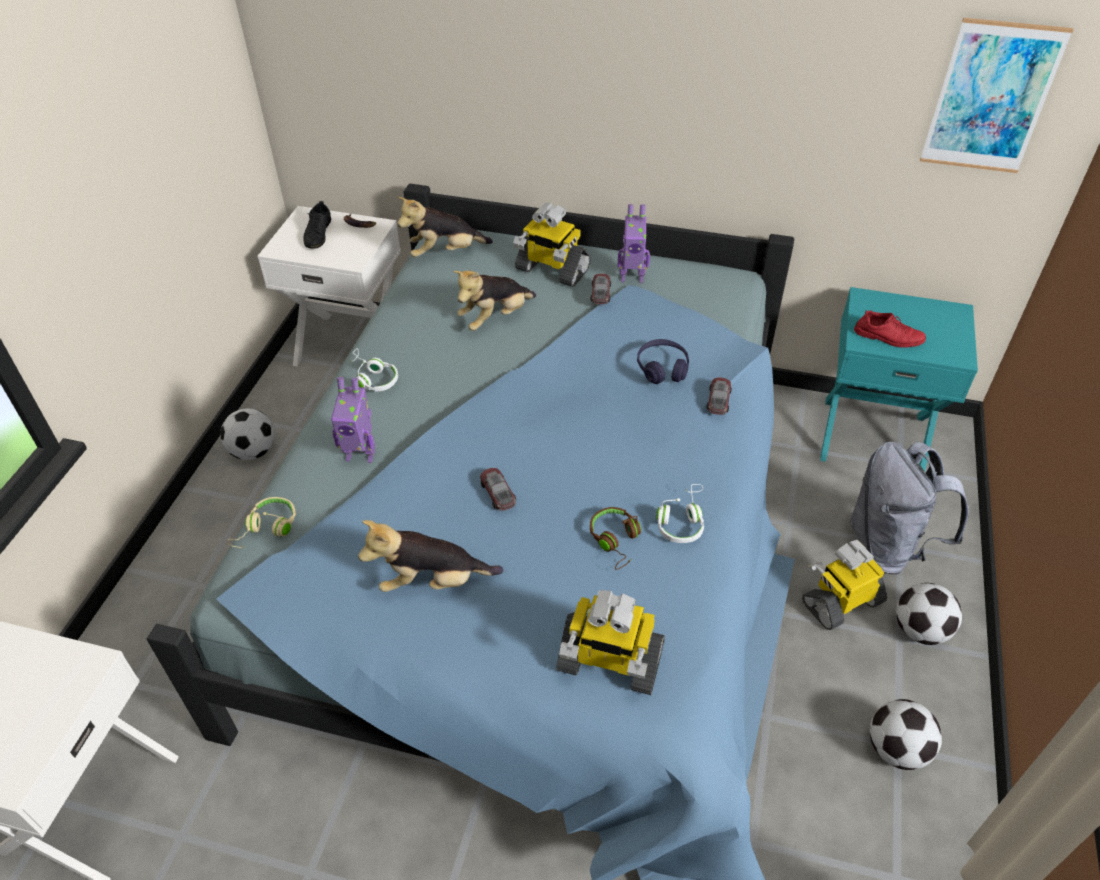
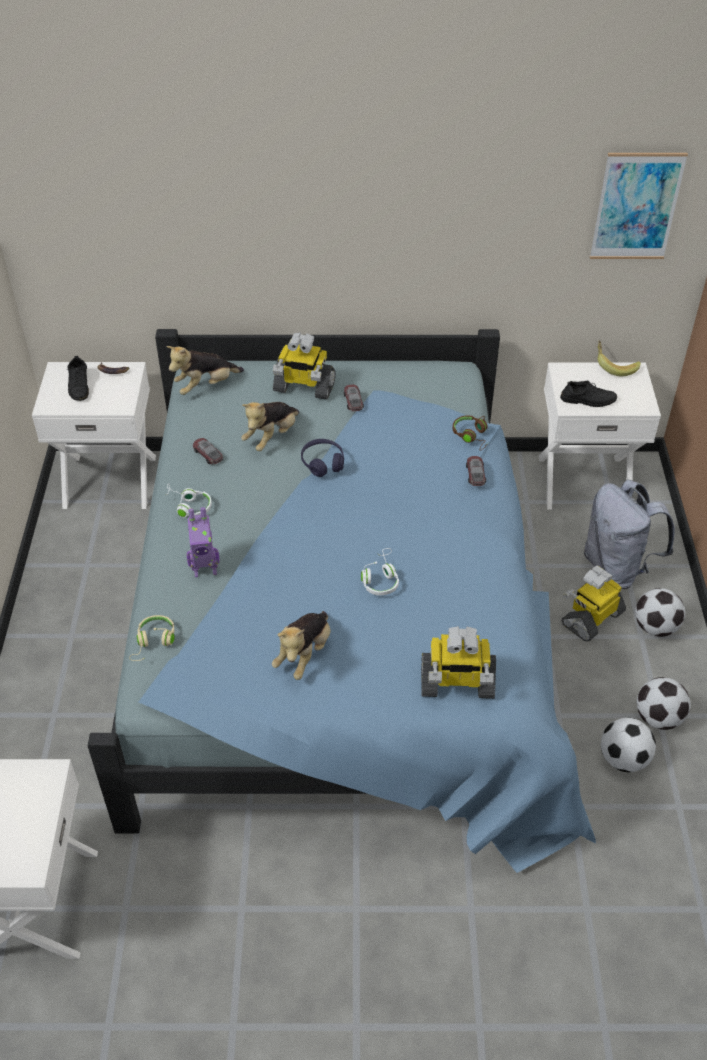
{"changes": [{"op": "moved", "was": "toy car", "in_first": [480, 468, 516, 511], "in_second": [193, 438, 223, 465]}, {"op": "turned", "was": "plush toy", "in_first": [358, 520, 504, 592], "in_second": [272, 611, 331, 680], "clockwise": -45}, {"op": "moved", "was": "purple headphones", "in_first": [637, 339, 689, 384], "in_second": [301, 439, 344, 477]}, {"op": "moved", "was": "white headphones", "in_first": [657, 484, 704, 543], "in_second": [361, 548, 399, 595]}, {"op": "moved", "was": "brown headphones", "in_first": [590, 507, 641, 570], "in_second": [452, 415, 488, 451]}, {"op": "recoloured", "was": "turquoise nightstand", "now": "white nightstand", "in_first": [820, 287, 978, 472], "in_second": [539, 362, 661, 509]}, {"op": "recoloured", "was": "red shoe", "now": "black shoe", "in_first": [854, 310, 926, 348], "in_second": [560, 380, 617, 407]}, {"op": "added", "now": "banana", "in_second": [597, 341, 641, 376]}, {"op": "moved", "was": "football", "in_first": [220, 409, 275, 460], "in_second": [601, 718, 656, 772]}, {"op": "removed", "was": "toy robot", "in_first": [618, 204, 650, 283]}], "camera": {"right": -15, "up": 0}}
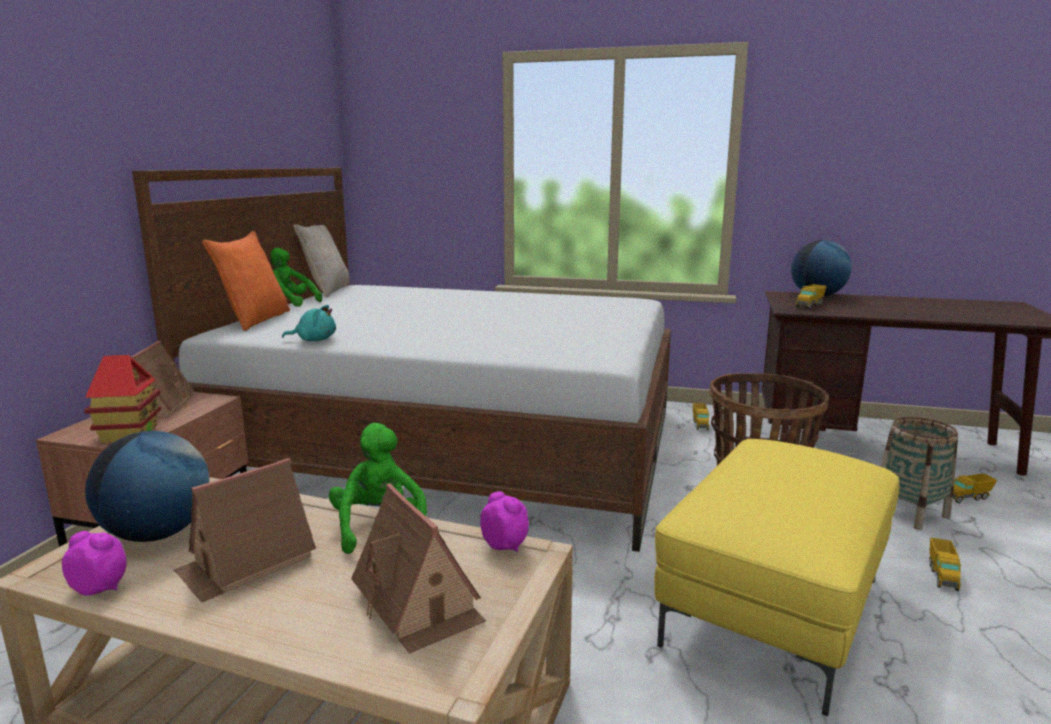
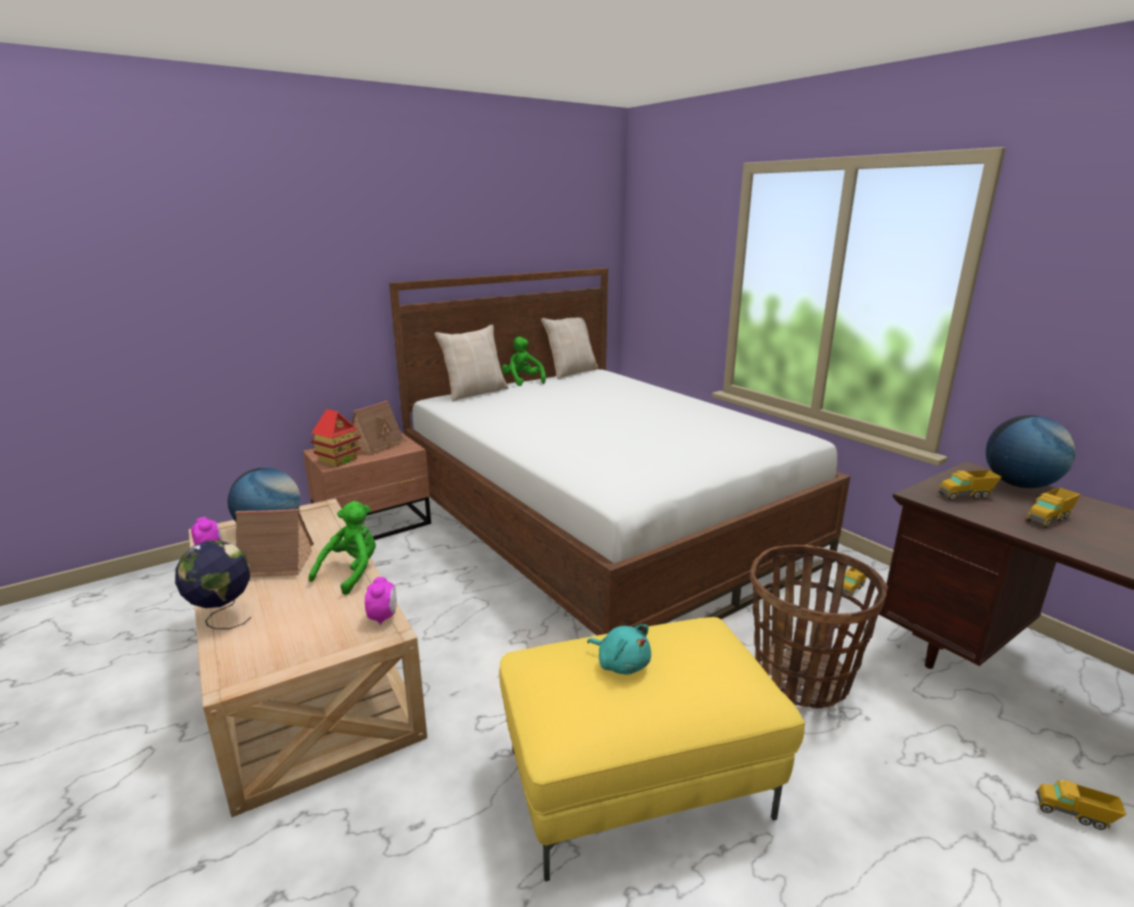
{"changes": [{"op": "added", "now": "globe", "in_second": [175, 540, 252, 629]}, {"op": "recoloured", "was": "orange pillow", "now": "beige pillow", "in_first": [202, 231, 290, 331], "in_second": [435, 324, 509, 402]}, {"op": "moved", "was": "turquoise plush toy", "in_first": [282, 305, 336, 341], "in_second": [587, 624, 651, 675]}, {"op": "moved", "was": "toy truck", "in_first": [929, 538, 961, 591], "in_second": [1026, 488, 1080, 528]}, {"op": "removed", "was": "toy house", "in_first": [351, 483, 486, 654]}, {"op": "removed", "was": "basket", "in_first": [881, 417, 958, 530]}], "camera": {"right": 40, "up": 5}}
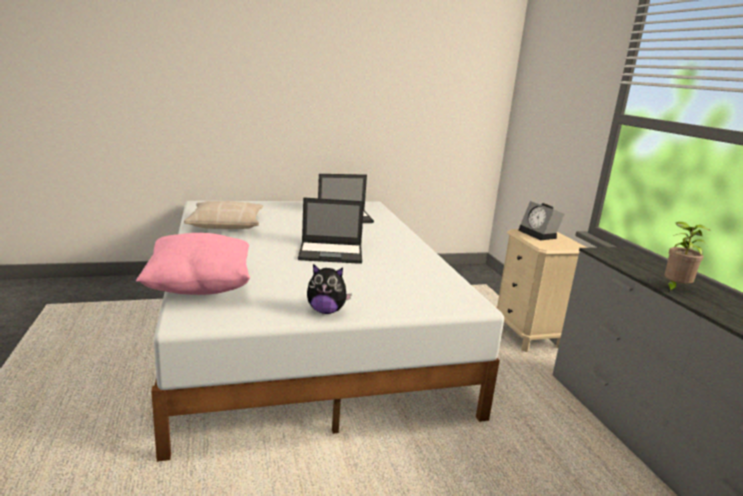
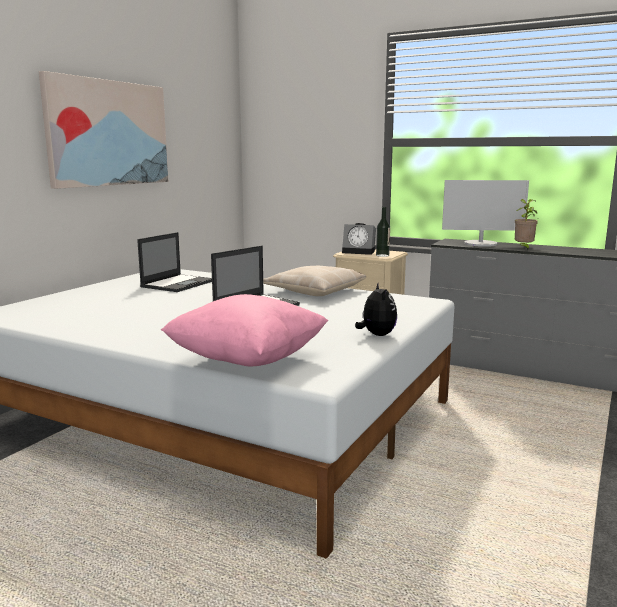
{"changes": [{"op": "added", "now": "picture", "in_second": [39, 71, 169, 189]}, {"op": "moved", "was": "beige pillow", "in_first": [184, 201, 263, 229], "in_second": [263, 266, 366, 296]}, {"op": "turned", "was": "plush toy", "in_first": [307, 264, 352, 314], "in_second": [355, 283, 397, 336], "clockwise": -60}, {"op": "added", "now": "bottle", "in_second": [376, 207, 390, 257]}, {"op": "added", "now": "monitor", "in_second": [442, 180, 529, 247]}], "camera": {"right": -45, "up": -5}}
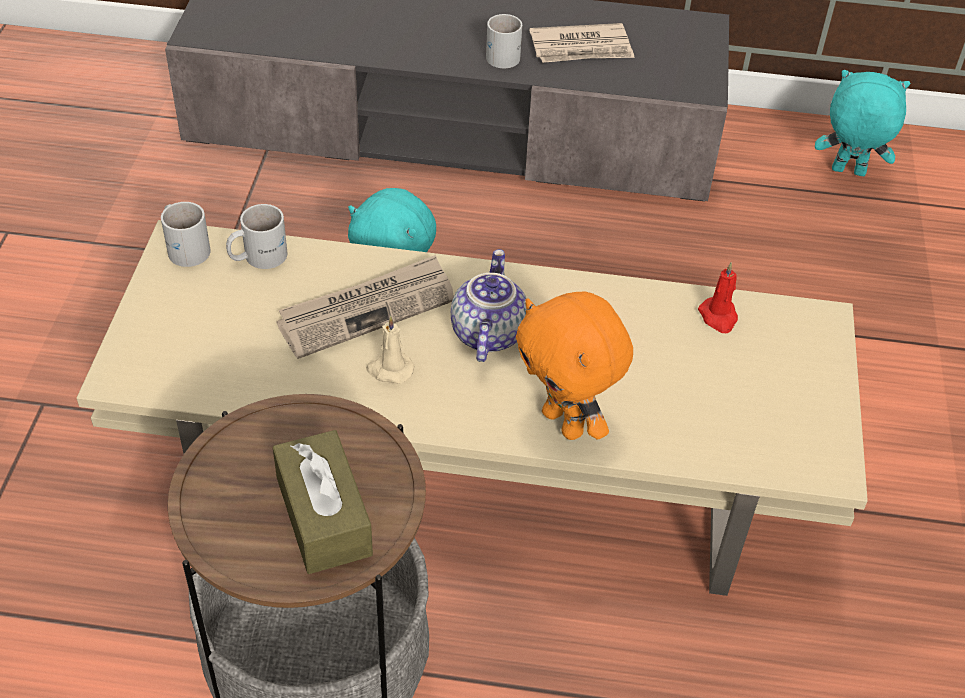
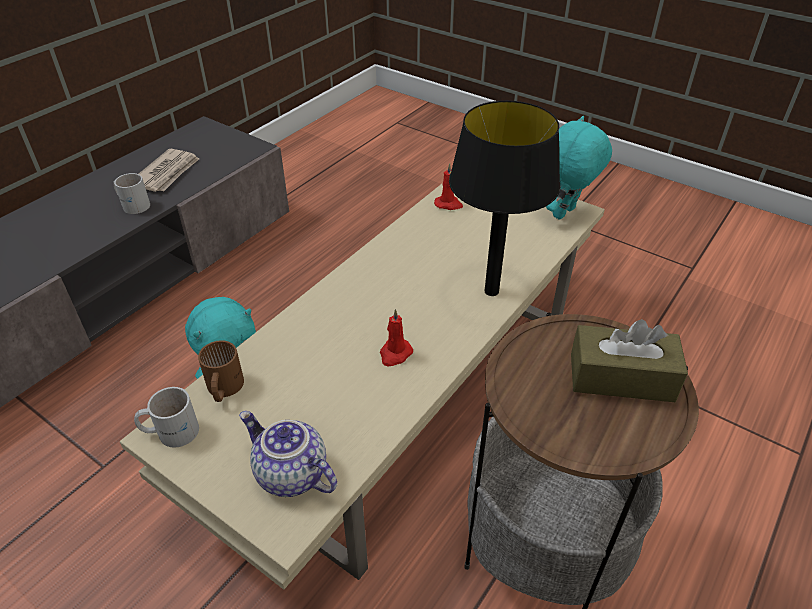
{"changes": [{"op": "recoloured", "was": "white mug", "now": "brown mug", "in_first": [226, 204, 288, 269], "in_second": [198, 340, 244, 402]}, {"op": "moved", "was": "teapot", "in_first": [451, 249, 527, 362], "in_second": [239, 411, 337, 497]}, {"op": "recoloured", "was": "beige candle", "now": "red candle", "in_first": [366, 316, 414, 384], "in_second": [380, 309, 413, 366]}, {"op": "replaced", "was": "orange plush toy", "now": "black table lamp", "in_first": [516, 292, 633, 440], "in_second": [449, 101, 560, 296]}, {"op": "moved", "was": "turquoise plush toy", "in_first": [815, 70, 910, 176], "in_second": [546, 116, 612, 219]}, {"op": "removed", "was": "newspaper", "in_first": [276, 255, 454, 359]}], "camera": {"right": -60, "up": -5}}
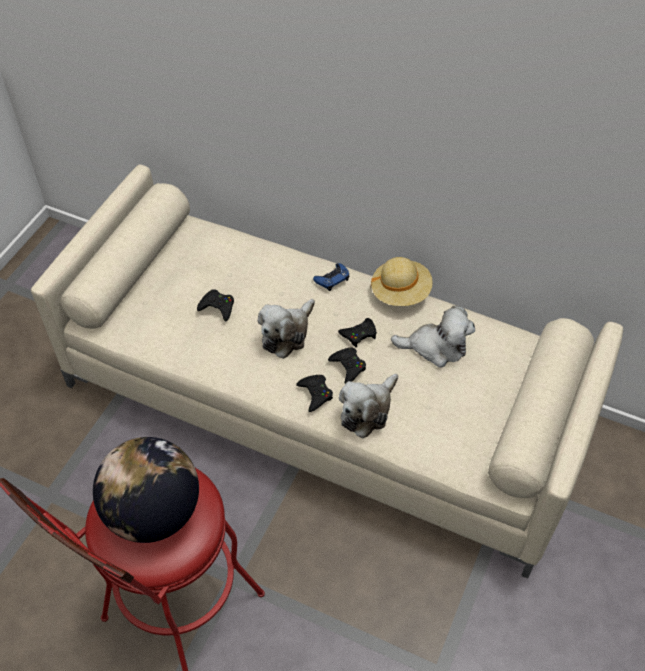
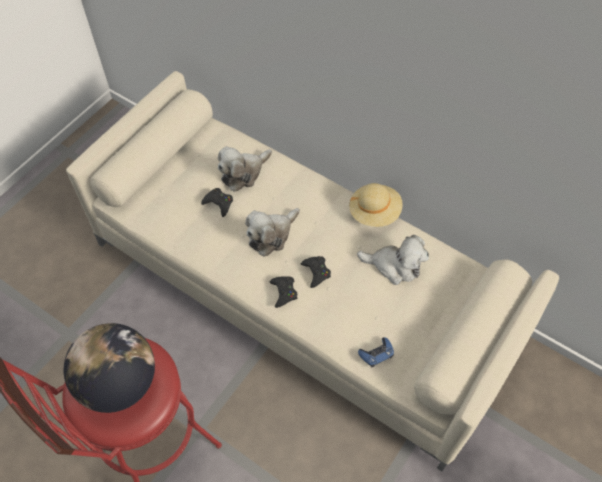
{"changes": [{"op": "moved", "was": "plush toy", "in_first": [339, 374, 398, 438], "in_second": [218, 146, 272, 192]}, {"op": "moved", "was": "blue game controller", "in_first": [313, 263, 350, 291], "in_second": [358, 337, 394, 367]}, {"op": "removed", "was": "black game controller", "in_first": [338, 318, 377, 347]}], "camera": {"right": 10, "up": 5}}
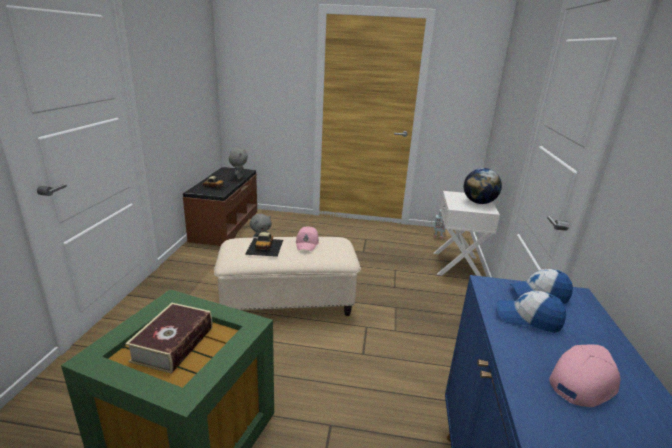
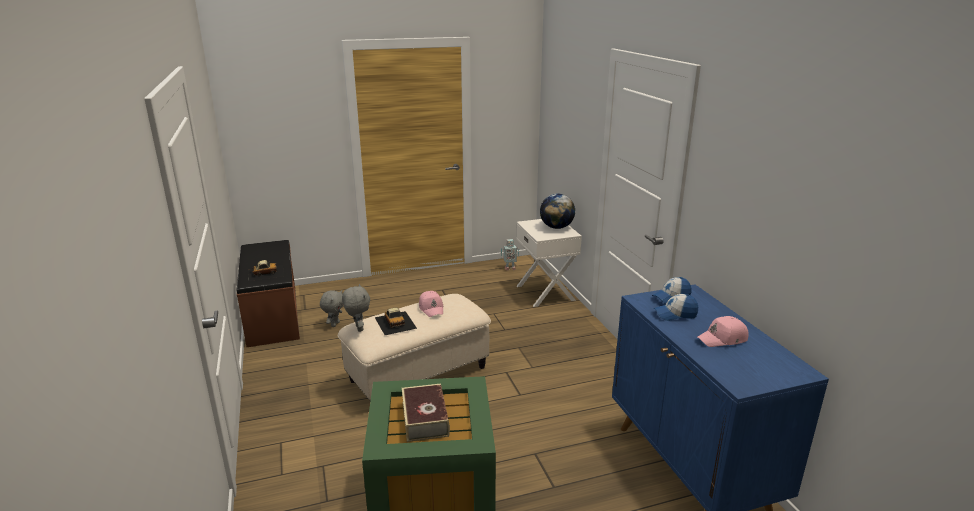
{"changes": [{"op": "moved", "was": "grey plush toy", "in_first": [229, 149, 248, 179], "in_second": [342, 284, 370, 332]}, {"op": "turned", "was": "pink cap", "in_first": [549, 344, 621, 407], "in_second": [698, 316, 749, 347], "clockwise": -135}], "camera": {"right": -25, "up": 0}}
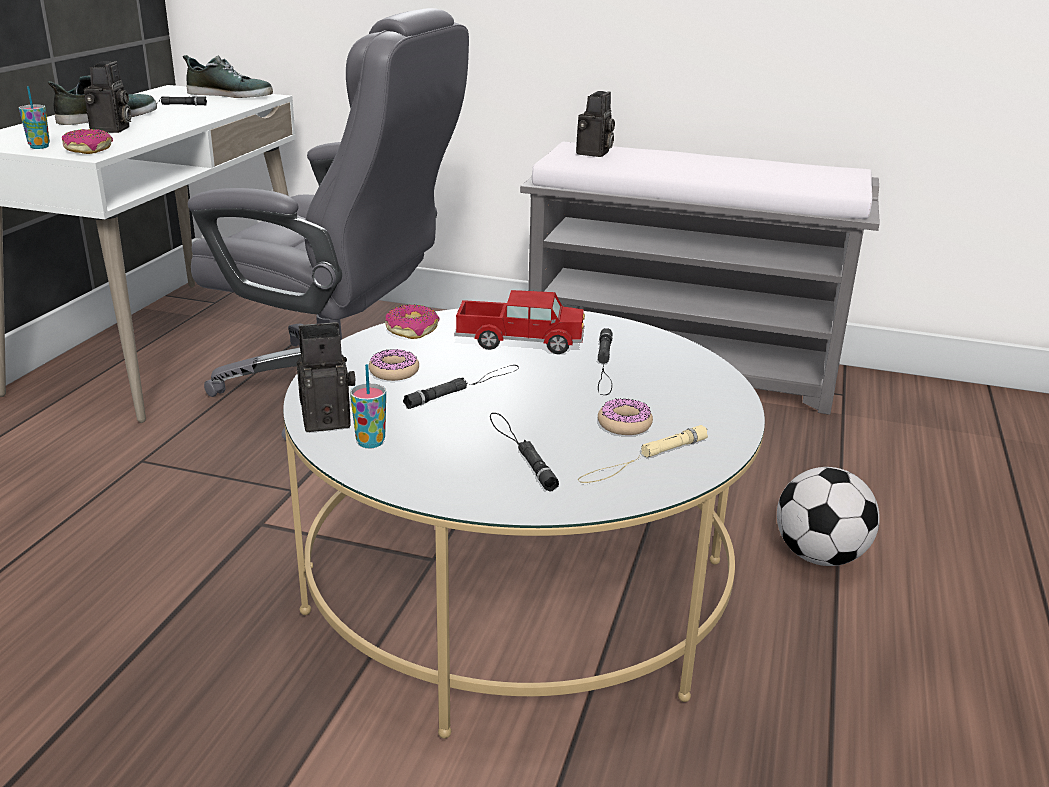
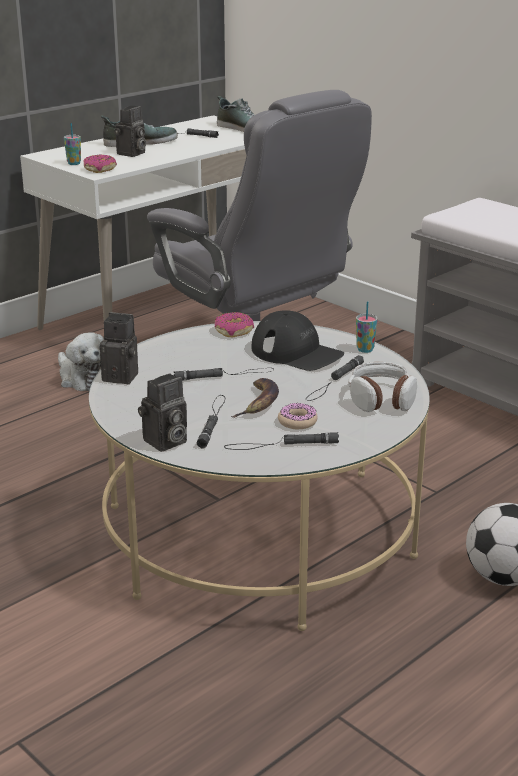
{"changes": [{"op": "added", "now": "plush toy", "in_second": [58, 332, 104, 391]}, {"op": "moved", "was": "photo camera", "in_first": [576, 91, 615, 157], "in_second": [138, 373, 187, 452]}, {"op": "recoloured", "was": "beige flashlight", "now": "black flashlight", "in_first": [578, 425, 708, 483], "in_second": [224, 432, 339, 450]}, {"op": "added", "now": "banana", "in_second": [231, 378, 279, 418]}, {"op": "replaced", "was": "toy truck", "now": "black cap", "in_first": [454, 290, 585, 354], "in_second": [252, 310, 344, 371]}, {"op": "added", "now": "headphones", "in_second": [348, 362, 417, 412]}, {"op": "moved", "was": "cup", "in_first": [350, 364, 386, 448], "in_second": [356, 301, 378, 353]}, {"op": "removed", "was": "donut", "in_first": [369, 349, 419, 381]}], "camera": {"right": 30, "up": 0}}
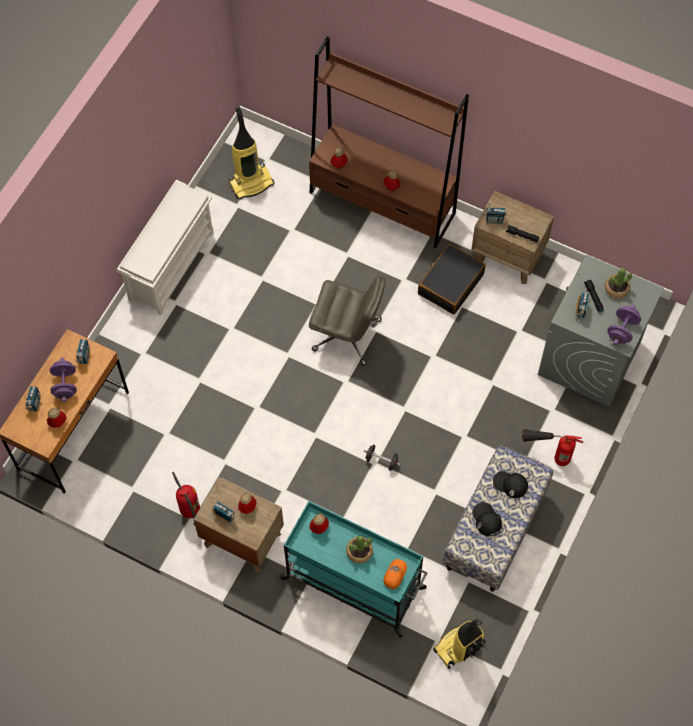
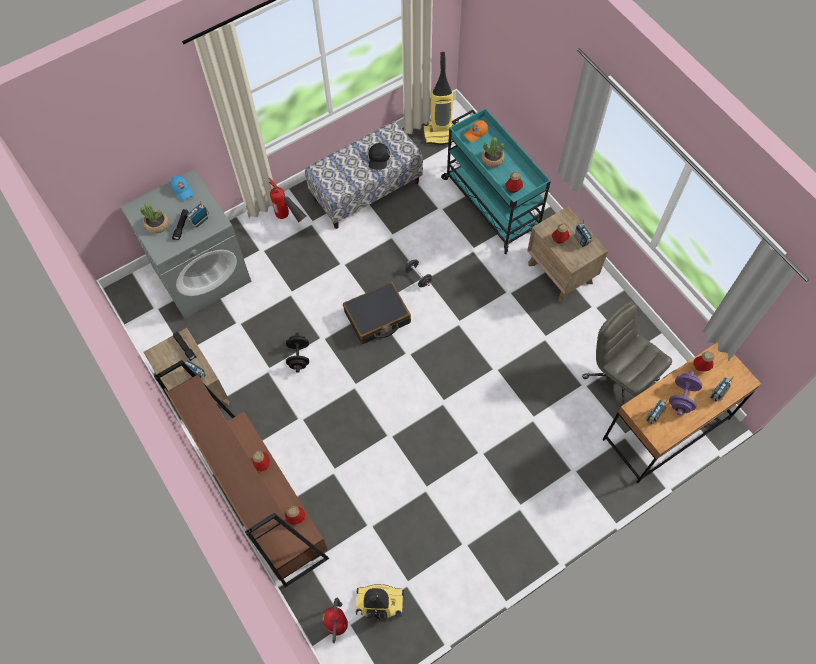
{"changes": [{"op": "replaced", "was": "purple dumbbell", "now": "blue cap", "in_first": [607, 305, 641, 345], "in_second": [171, 175, 194, 201]}, {"op": "added", "now": "black dumbbell", "in_second": [286, 332, 309, 373]}, {"op": "moved", "was": "fire extinguisher", "in_first": [172, 472, 200, 526], "in_second": [323, 598, 348, 643]}, {"op": "moved", "was": "black suitcase", "in_first": [418, 244, 486, 314], "in_second": [343, 282, 411, 344]}, {"op": "moved", "was": "grey office chair", "in_first": [309, 276, 386, 365], "in_second": [582, 301, 672, 405]}, {"op": "removed", "was": "white shoe rack", "in_first": [117, 180, 213, 315]}, {"op": "removed", "was": "black cap", "in_first": [493, 471, 528, 498]}], "camera": {"right": -150, "up": 0}}
